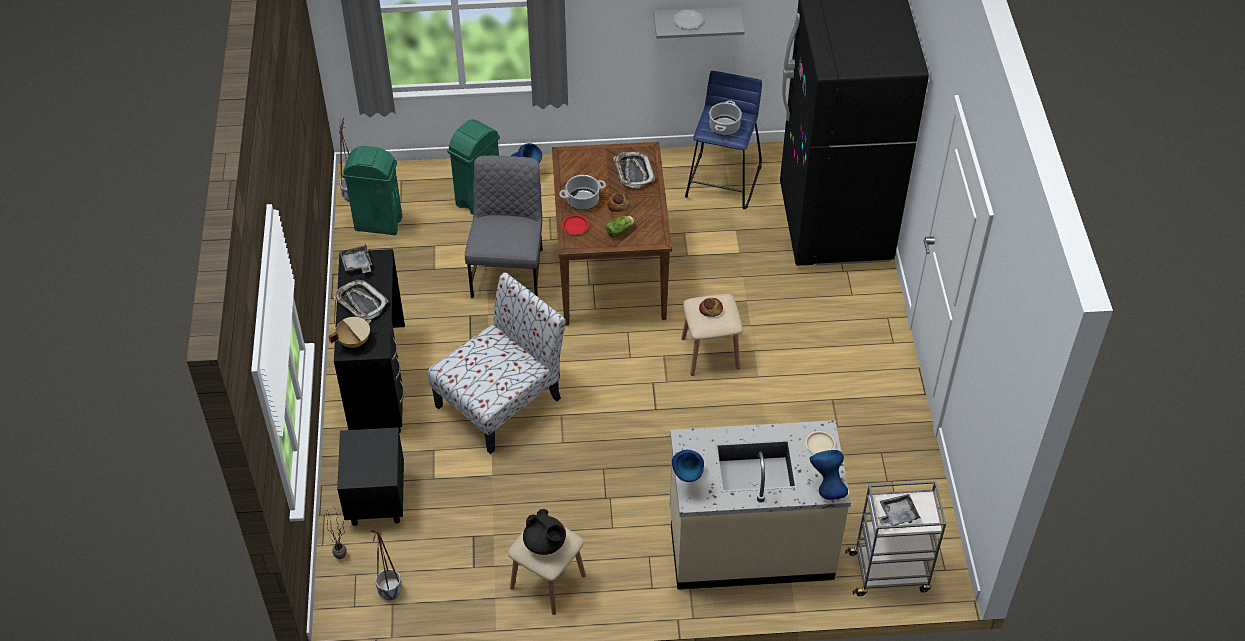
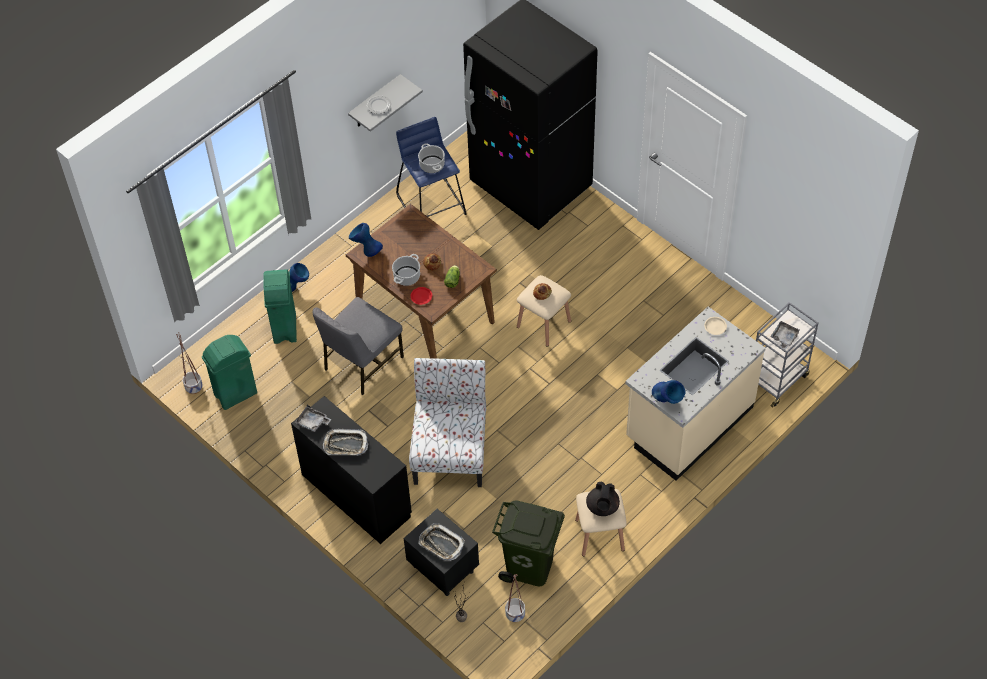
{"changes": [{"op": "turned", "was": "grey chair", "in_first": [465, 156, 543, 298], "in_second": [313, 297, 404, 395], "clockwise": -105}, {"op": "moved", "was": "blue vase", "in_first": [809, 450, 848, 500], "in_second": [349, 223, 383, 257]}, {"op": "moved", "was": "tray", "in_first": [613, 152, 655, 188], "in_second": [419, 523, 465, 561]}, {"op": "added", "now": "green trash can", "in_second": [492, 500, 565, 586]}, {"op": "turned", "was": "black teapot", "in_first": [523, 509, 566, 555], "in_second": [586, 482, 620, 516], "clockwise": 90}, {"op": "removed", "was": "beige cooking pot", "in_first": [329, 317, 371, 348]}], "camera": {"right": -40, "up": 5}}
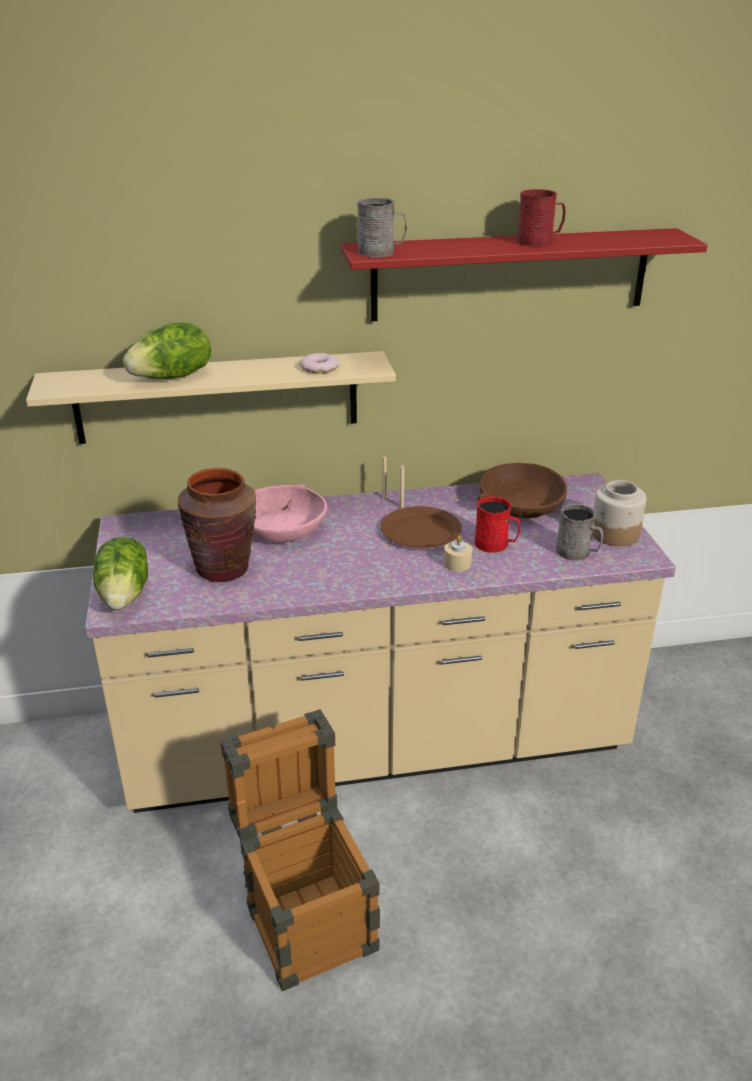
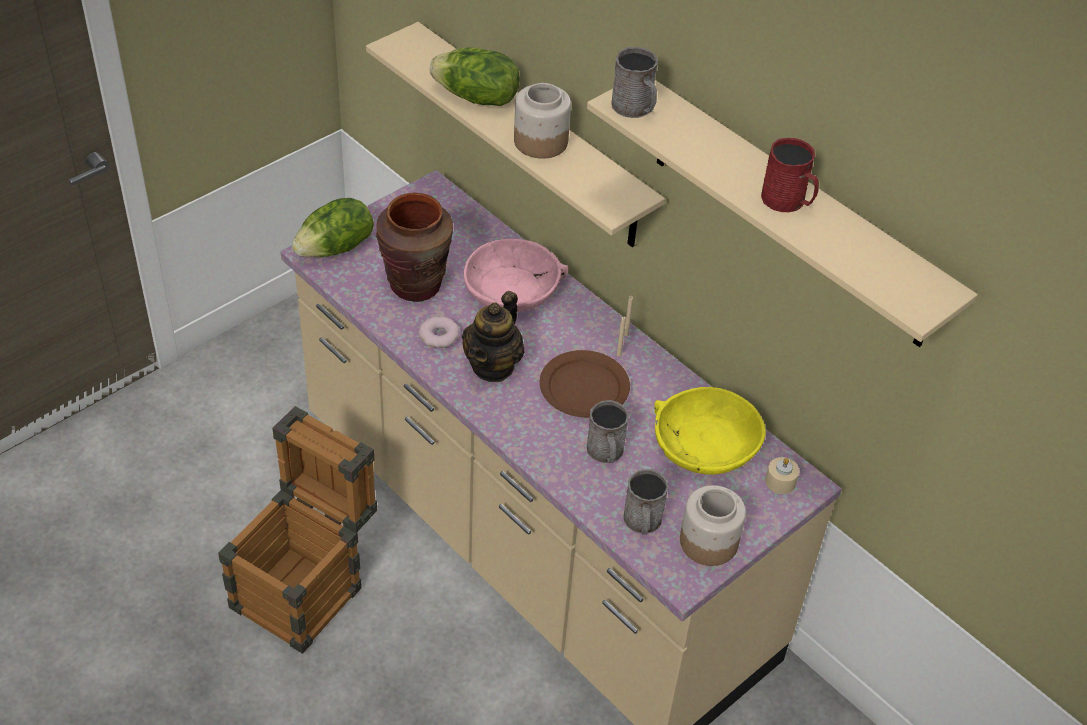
{"changes": [{"op": "moved", "was": "donut", "in_first": [300, 353, 340, 373], "in_second": [418, 316, 459, 348]}, {"op": "added", "now": "teapot", "in_second": [462, 291, 525, 382]}, {"op": "added", "now": "jar", "in_second": [514, 83, 571, 159]}, {"op": "recoloured", "was": "red mug", "now": "grey mug", "in_first": [475, 496, 520, 553], "in_second": [586, 400, 629, 463]}, {"op": "recoloured", "was": "red shelf", "now": "beige shelf", "in_first": [341, 228, 707, 321], "in_second": [587, 80, 978, 347]}, {"op": "recoloured", "was": "brown bowl", "now": "yellow bowl", "in_first": [478, 463, 567, 518], "in_second": [654, 387, 766, 475]}, {"op": "moved", "was": "beige candle", "in_first": [444, 535, 472, 571], "in_second": [765, 457, 800, 494]}], "camera": {"right": 55, "up": 15}}
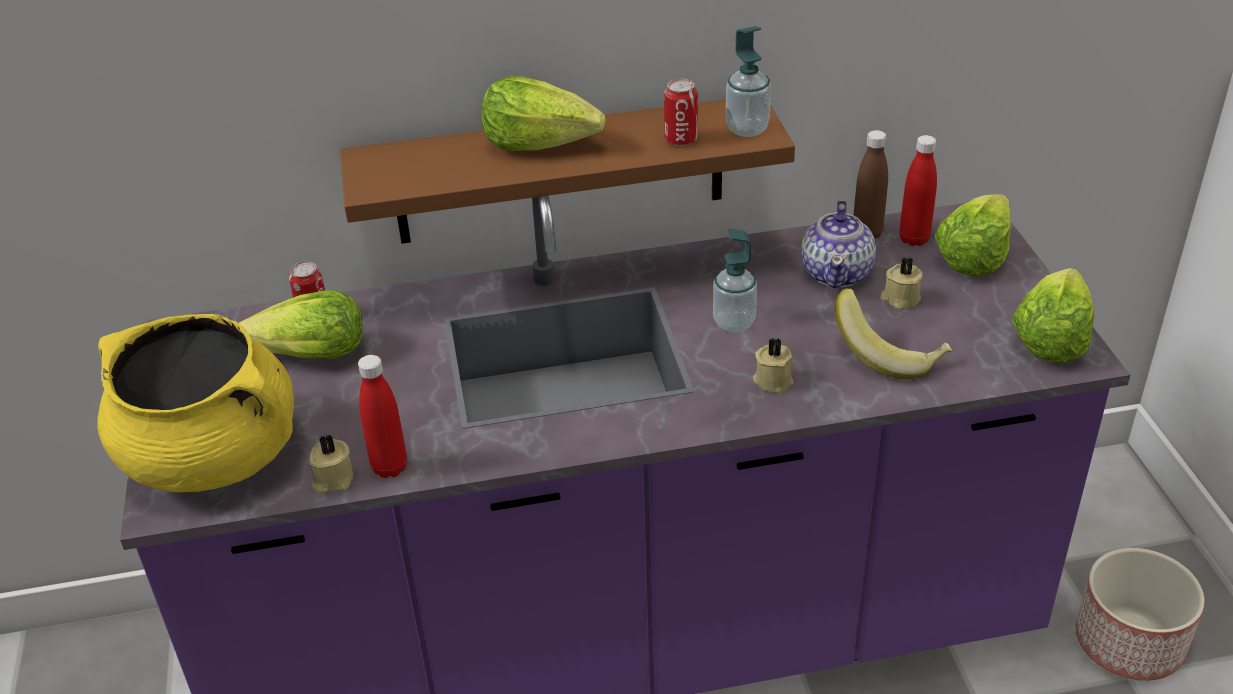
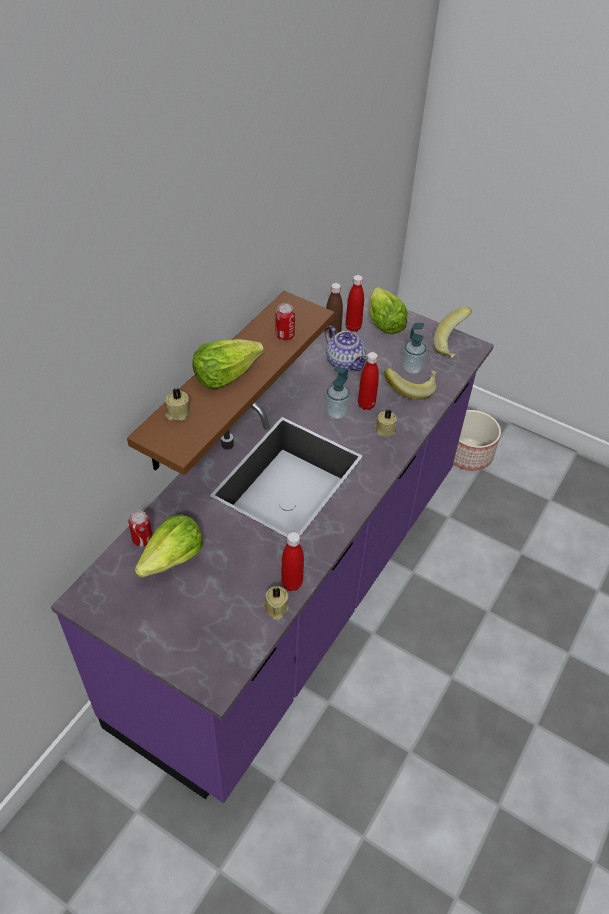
{"changes": [{"op": "moved", "was": "beige candle", "in_first": [881, 256, 923, 309], "in_second": [165, 388, 190, 421]}, {"op": "added", "now": "red bottle", "in_second": [358, 352, 379, 410]}, {"op": "moved", "was": "soap dispenser", "in_first": [726, 26, 771, 137], "in_second": [402, 323, 427, 374]}, {"op": "replaced", "was": "lettuce", "now": "banana", "in_first": [1012, 268, 1094, 363], "in_second": [433, 307, 472, 358]}, {"op": "removed", "was": "yellow cooking pot", "in_first": [97, 314, 294, 492]}], "camera": {"right": -50, "up": 10}}
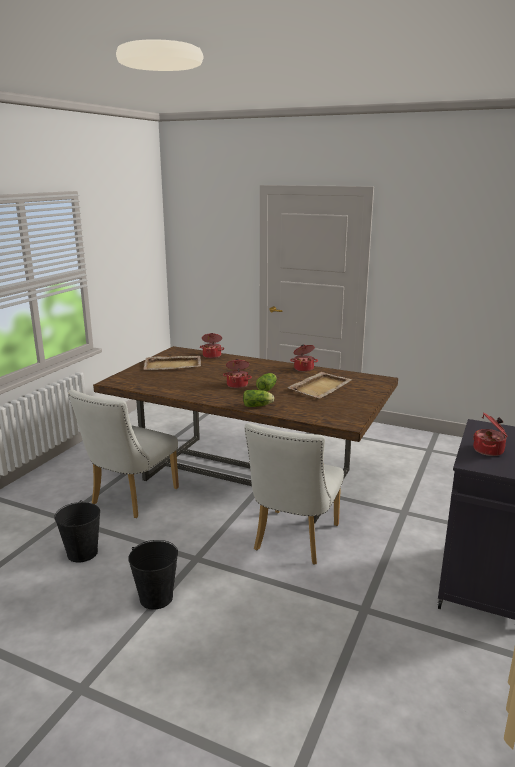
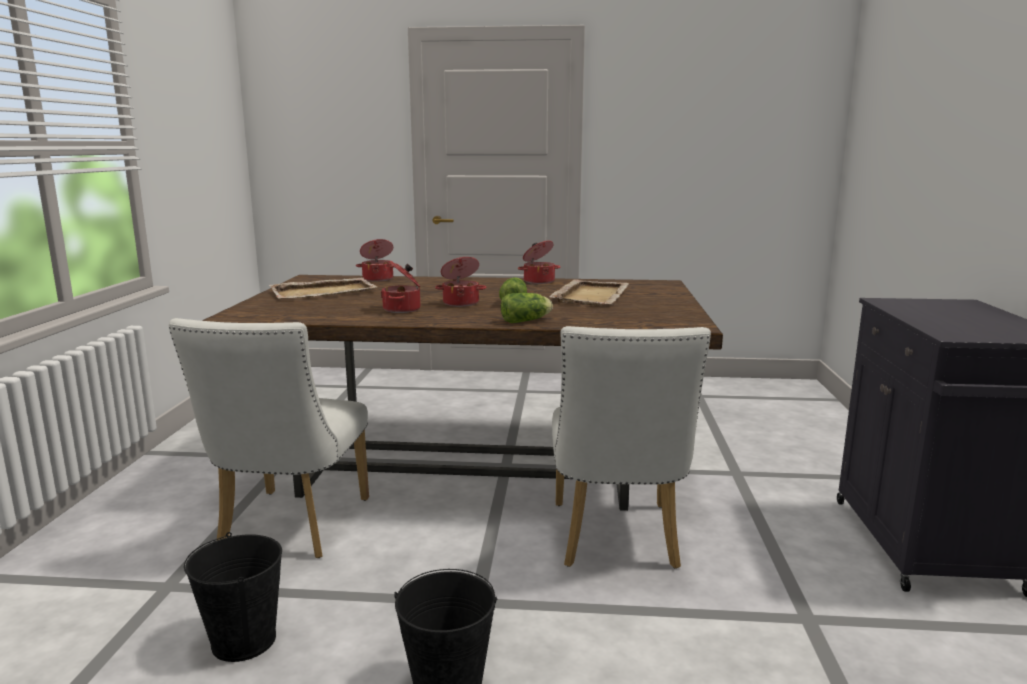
{"changes": [{"op": "moved", "was": "cooking pot", "in_first": [473, 412, 508, 456], "in_second": [381, 260, 420, 313]}], "camera": {"right": -20, "up": -5}}
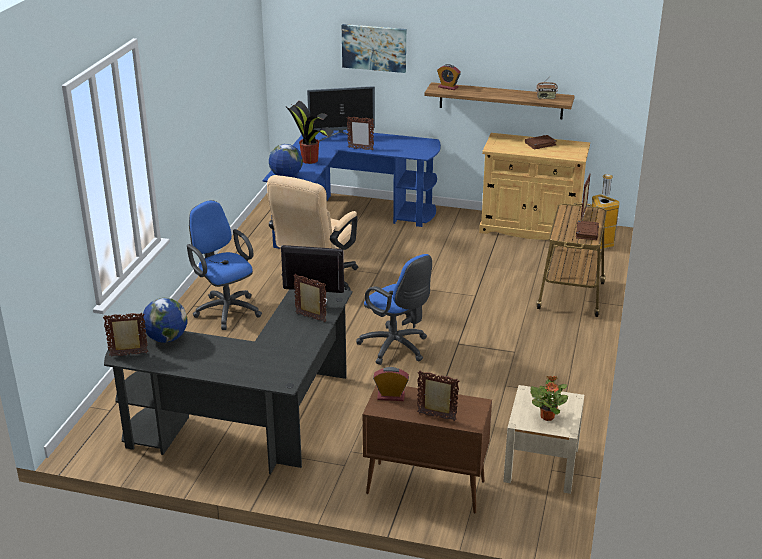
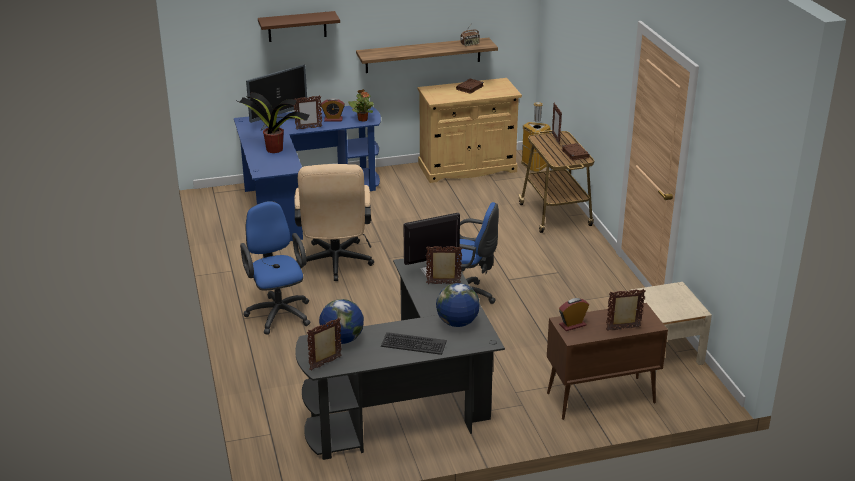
{"changes": [{"op": "turned", "was": "blue office chair", "in_first": [187, 200, 262, 330], "in_second": [240, 201, 310, 335], "clockwise": 45}, {"op": "replaced", "was": "picture", "now": "brown shelf", "in_first": [342, 24, 406, 73], "in_second": [258, 11, 340, 42]}, {"op": "moved", "was": "alarm clock", "in_first": [437, 64, 461, 90], "in_second": [321, 98, 345, 122]}, {"op": "moved", "was": "potted plant", "in_first": [531, 376, 568, 421], "in_second": [348, 89, 374, 122]}, {"op": "added", "now": "keyboard", "in_second": [381, 332, 447, 355]}, {"op": "moved", "was": "globe", "in_first": [269, 144, 303, 177], "in_second": [436, 283, 480, 327]}], "camera": {"right": -30, "up": 0}}
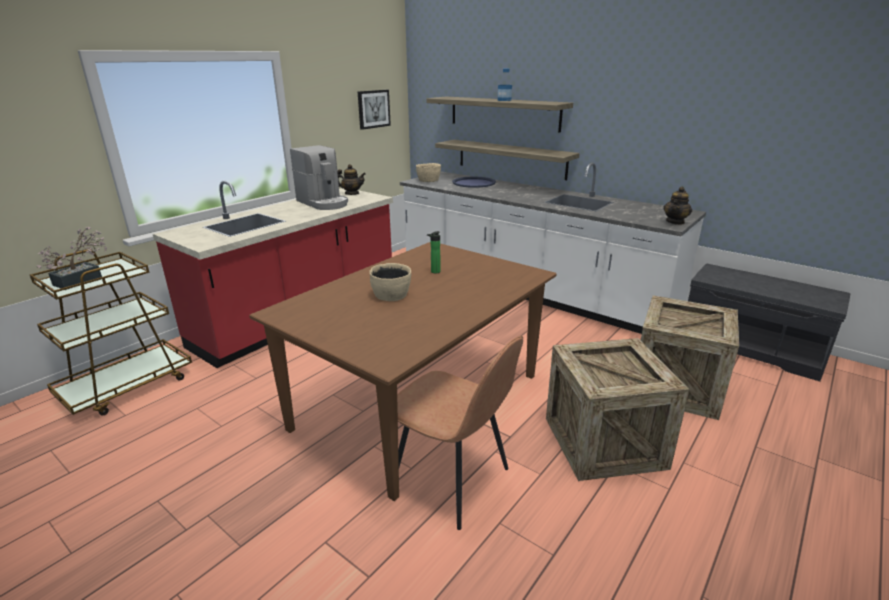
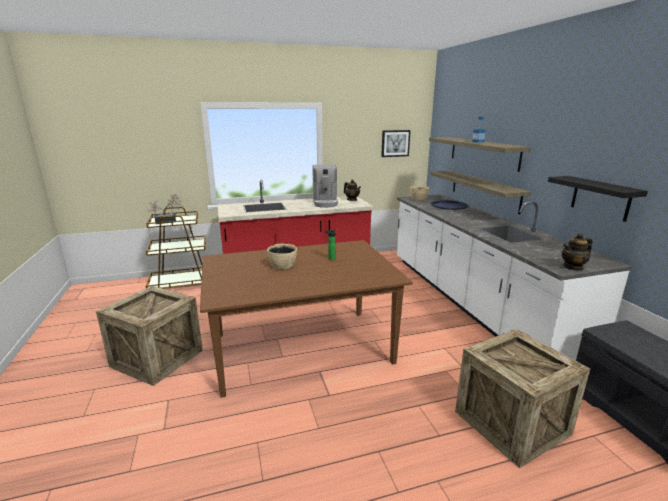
{"changes": [{"op": "moved", "was": "crate", "in_first": [546, 338, 690, 481], "in_second": [96, 286, 203, 386]}, {"op": "added", "now": "black shelf", "in_second": [548, 176, 648, 222]}, {"op": "removed", "was": "brown chair", "in_first": [397, 336, 523, 530]}], "camera": {"right": 35, "up": -5}}
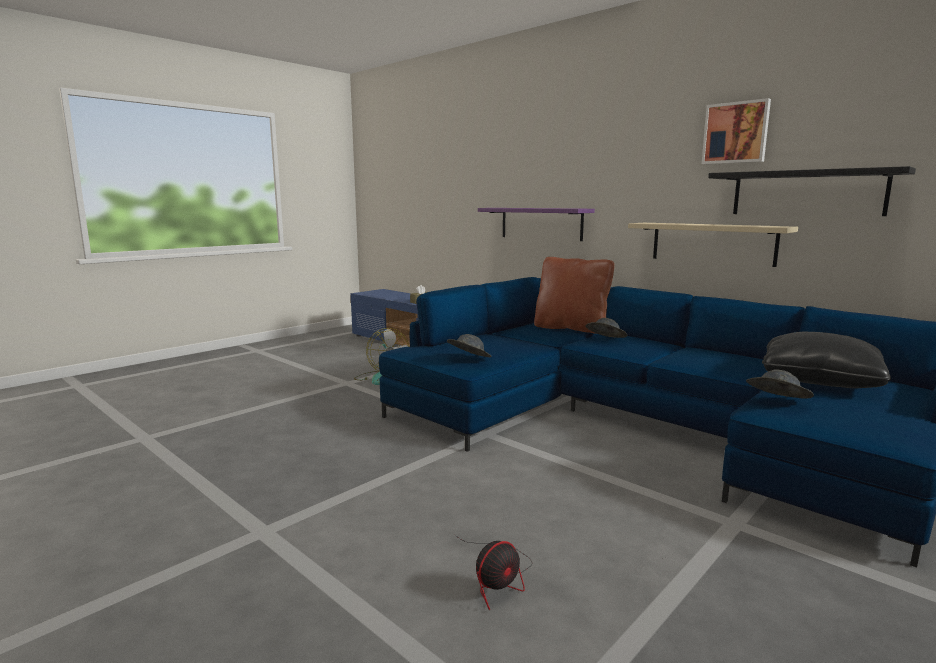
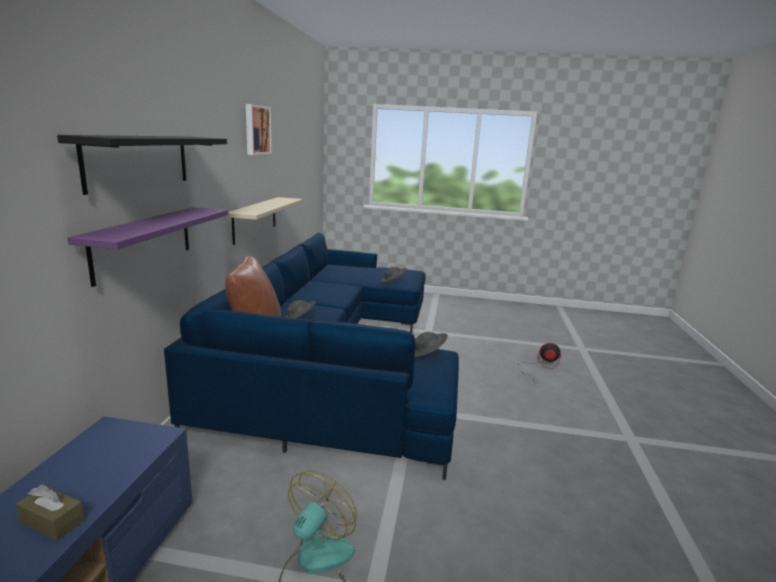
{"changes": [{"op": "moved", "was": "black shelf", "in_first": [708, 166, 916, 216], "in_second": [57, 135, 227, 195]}, {"op": "removed", "was": "black pillow", "in_first": [762, 332, 891, 388]}], "camera": {"right": -125, "up": 5}}
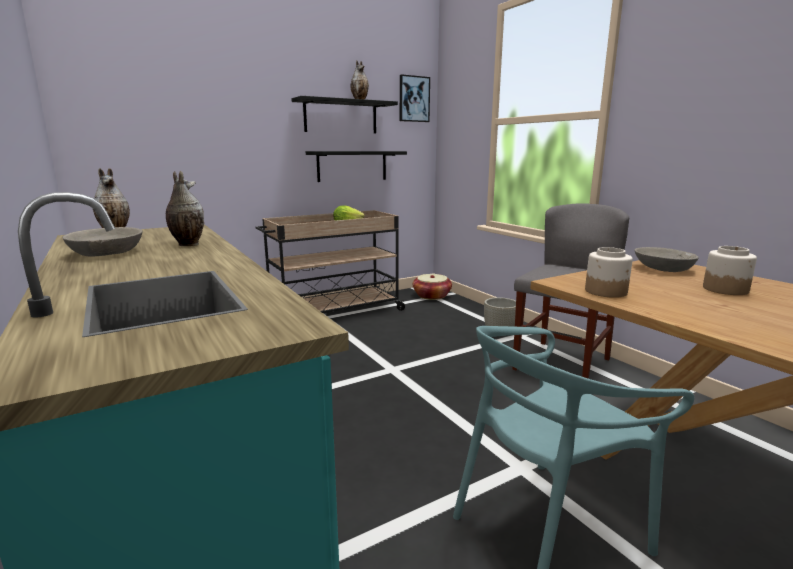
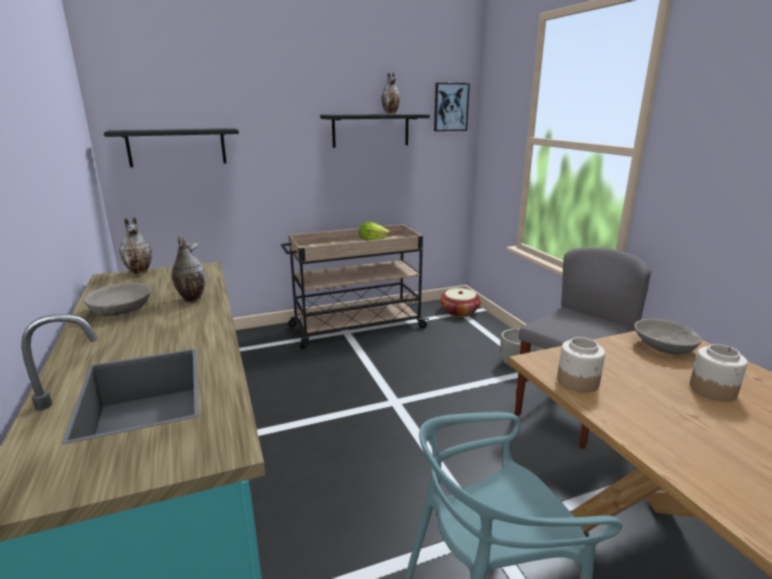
{"changes": [{"op": "moved", "was": "black shelf", "in_first": [306, 151, 407, 182], "in_second": [104, 128, 239, 167]}], "camera": {"right": 10, "up": 5}}
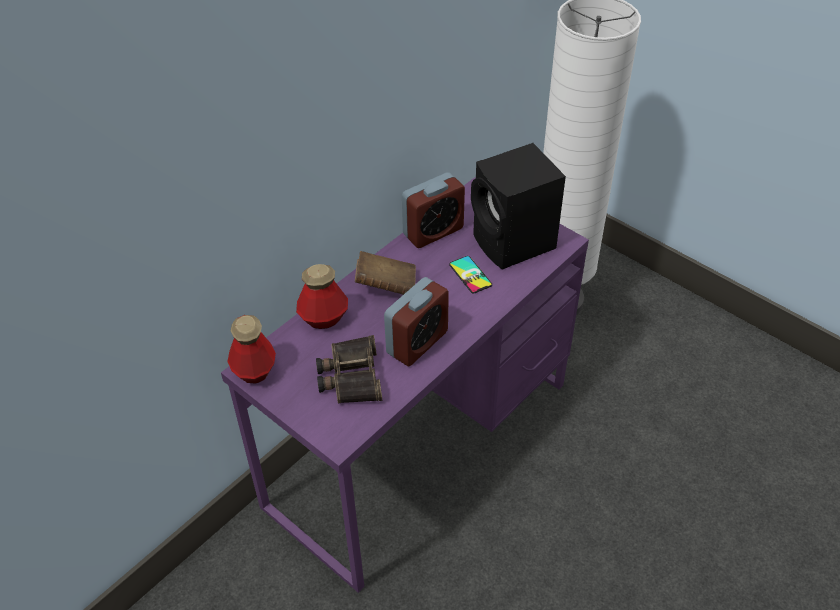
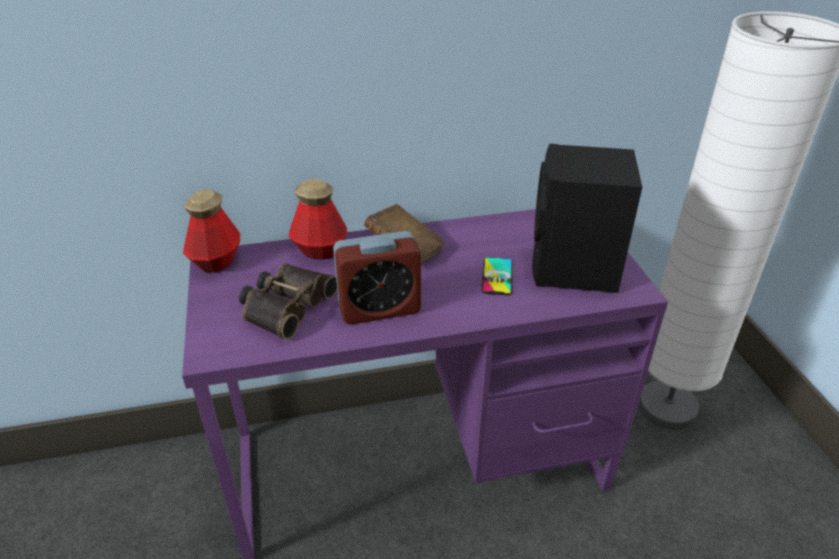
{"changes": [{"op": "removed", "was": "alarm clock", "in_first": [402, 173, 465, 248]}], "camera": {"right": 35, "up": -10}}
